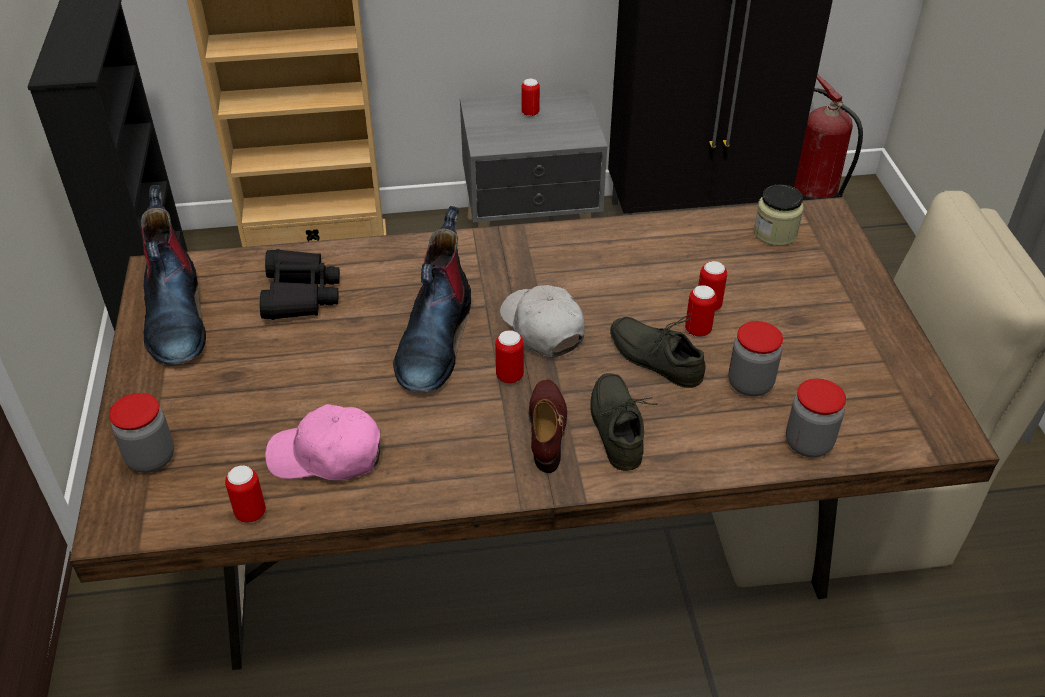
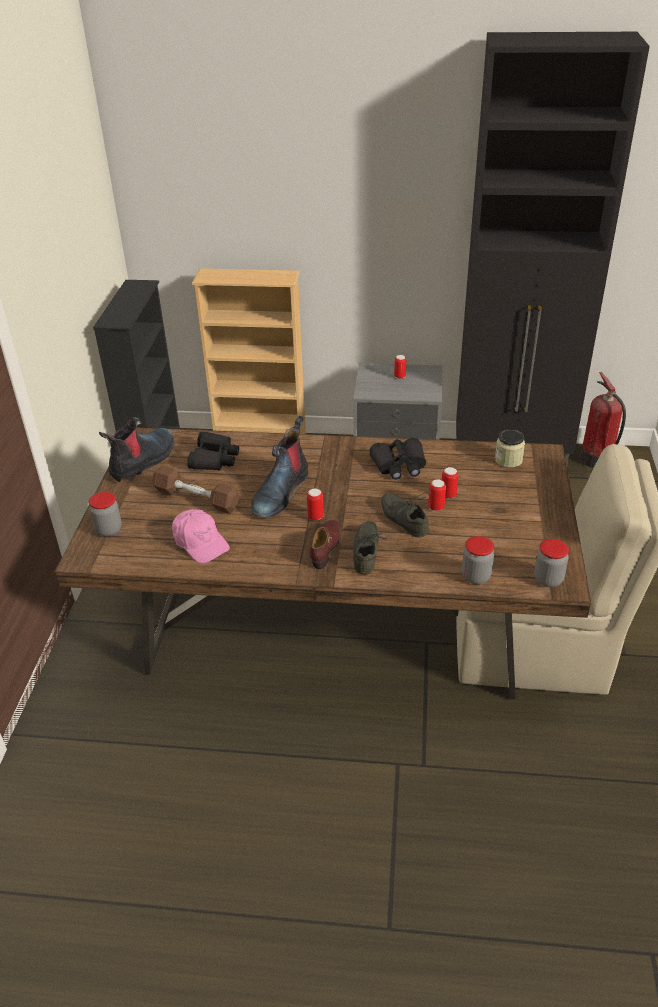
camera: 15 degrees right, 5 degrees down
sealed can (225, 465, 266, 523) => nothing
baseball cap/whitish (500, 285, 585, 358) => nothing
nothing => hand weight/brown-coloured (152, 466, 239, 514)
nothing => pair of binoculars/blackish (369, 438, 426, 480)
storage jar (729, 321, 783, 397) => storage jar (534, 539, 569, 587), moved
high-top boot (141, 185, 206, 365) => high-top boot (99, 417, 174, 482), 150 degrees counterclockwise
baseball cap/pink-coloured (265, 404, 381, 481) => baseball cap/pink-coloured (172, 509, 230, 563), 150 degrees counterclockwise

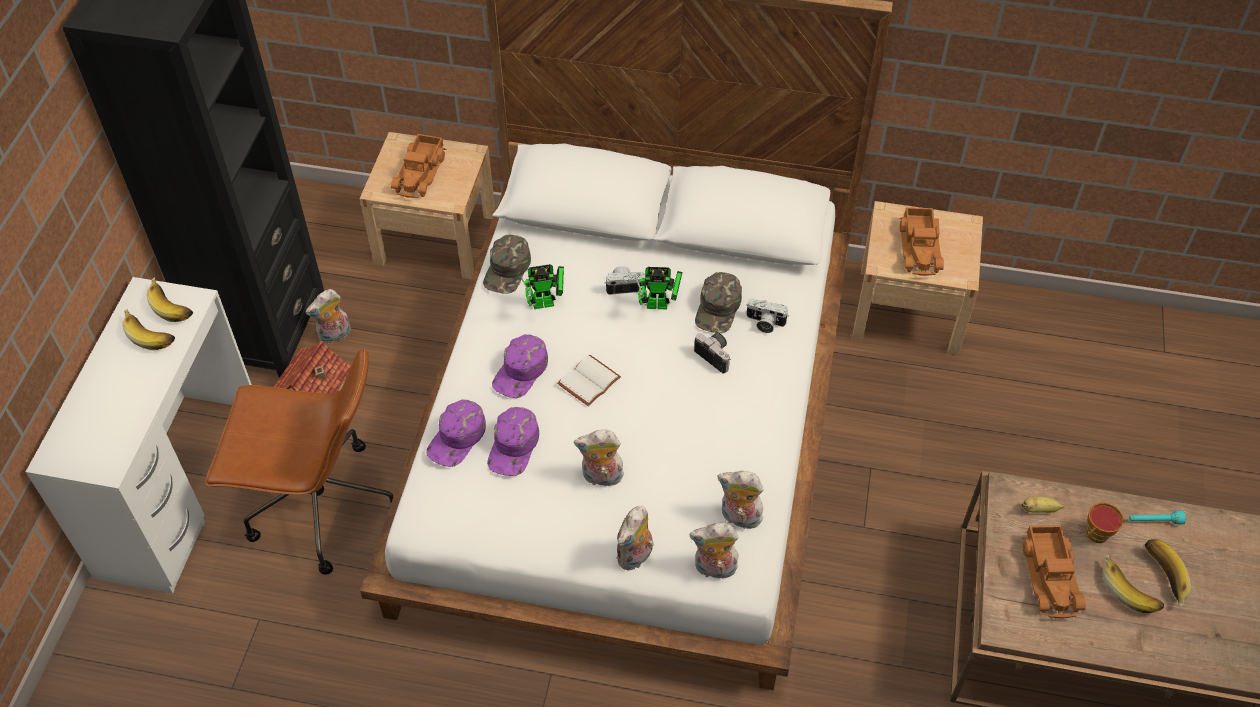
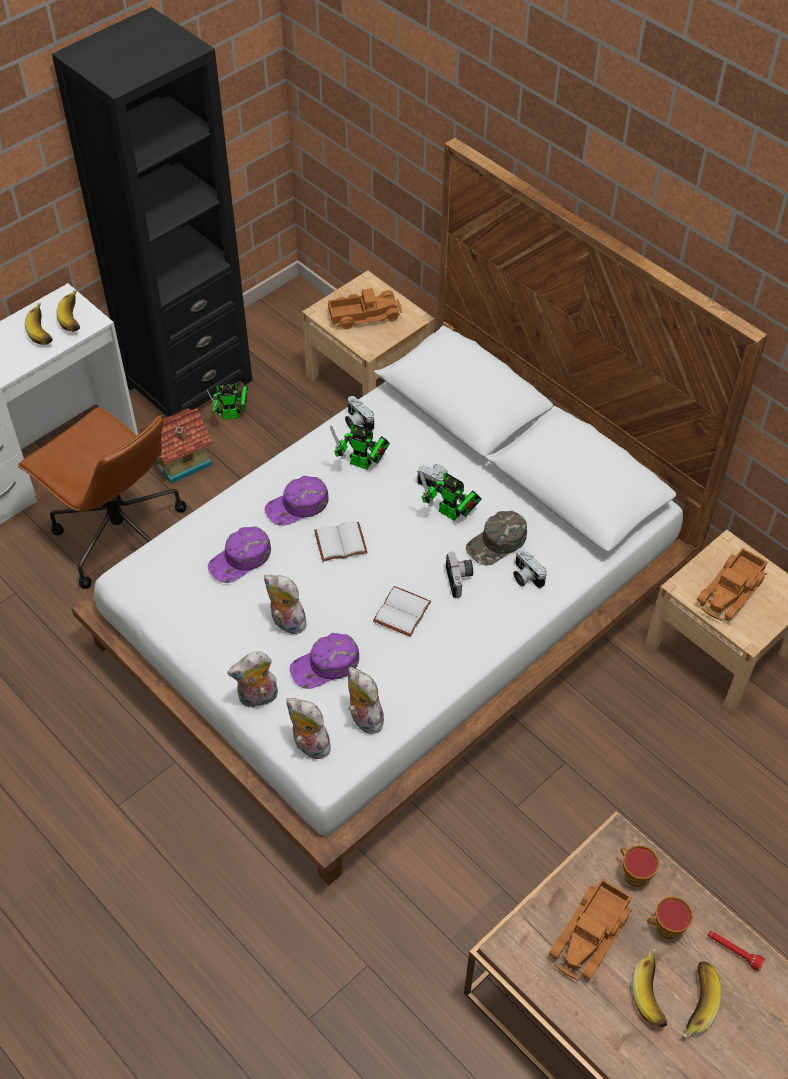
camera: 35 degrees right, 0 degrees up
nothing => volume/whitish (373, 586, 431, 637)
baseball cap/purple (426, 399, 486, 467) => baseball cap/purple (290, 633, 359, 689), moved
plush toy (305, 289, 351, 344) => model robot (207, 382, 248, 420)
baseball cap/greenish (483, 234, 531, 294) => photo camera (345, 396, 374, 431)
banana (1022, 496, 1064, 513) => cup (621, 845, 659, 887)
hand torch/turquoise-coloured (1129, 511, 1186, 525) => hand torch/red-coloured (708, 931, 766, 972)
toy lorry (391, 134, 446, 198) => toy lorry (328, 288, 402, 329), 150 degrees counterclockwise

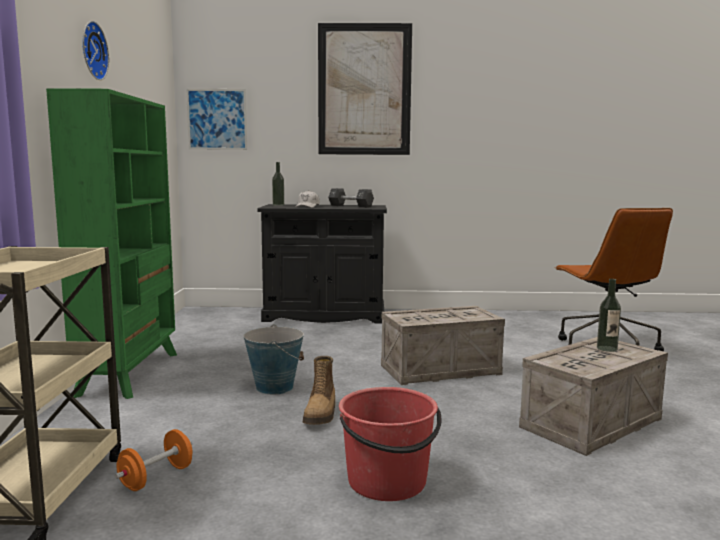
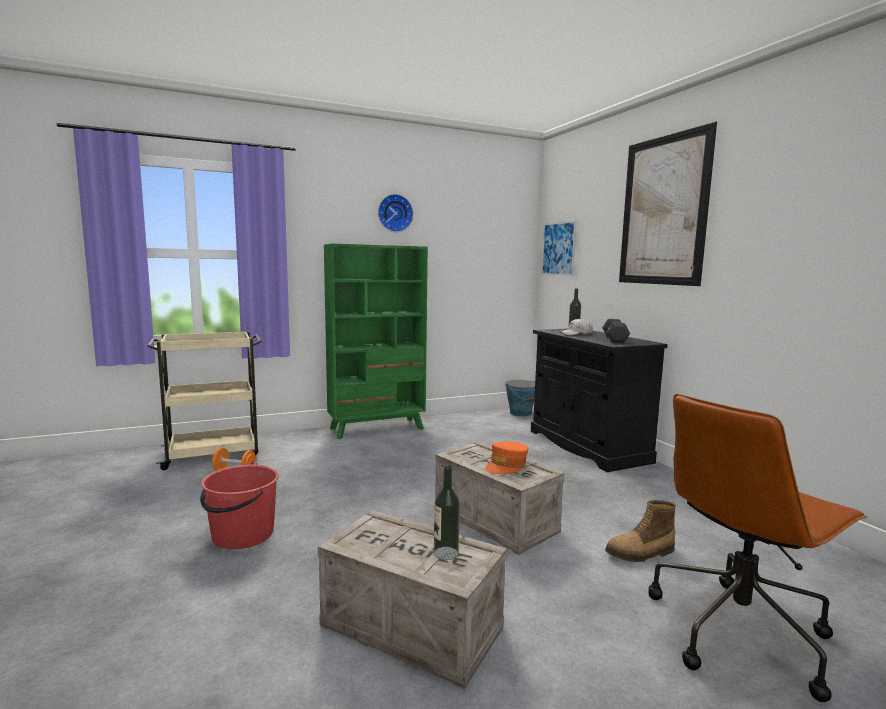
camera: 65 degrees right, 0 degrees up
nothing => baseball cap/orangey (485, 442, 528, 474)
bucket (244, 324, 304, 395) => bucket (505, 380, 535, 417), moved
high-top boot (303, 356, 335, 425) => high-top boot (605, 500, 676, 562), moved

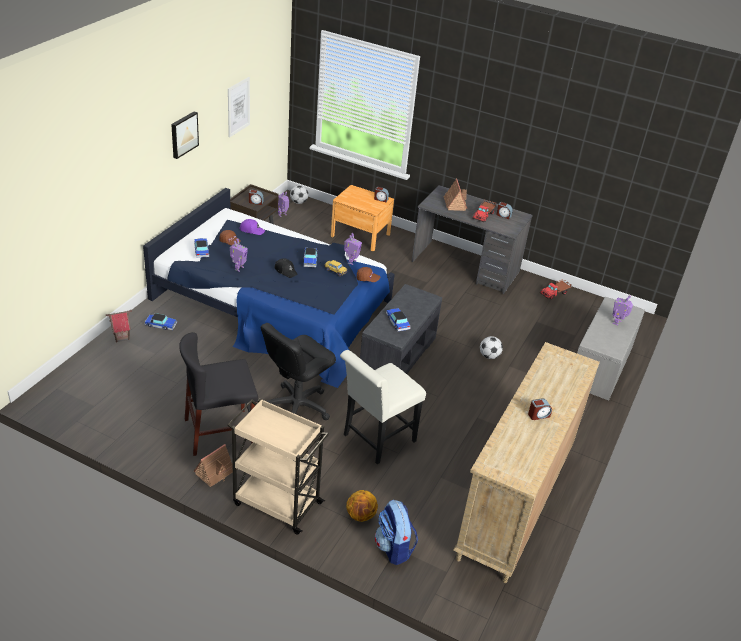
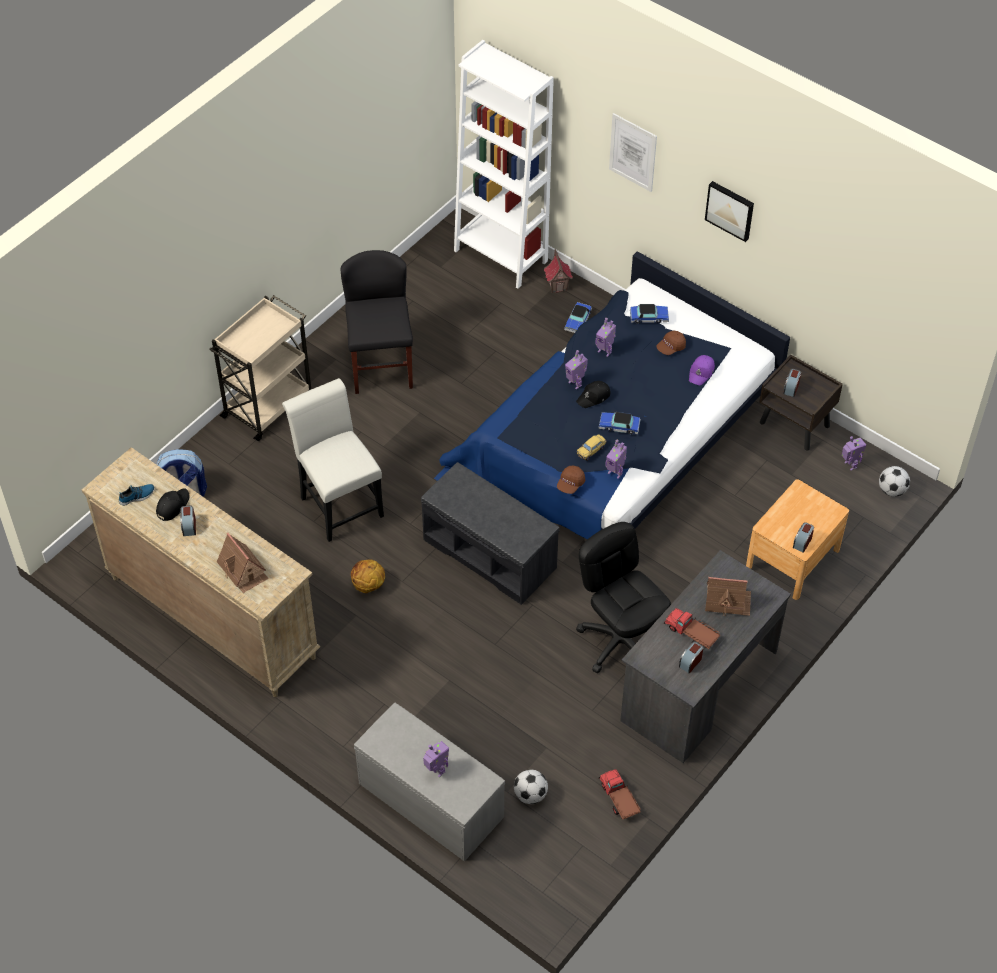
camera: 105 degrees right, 15 degrees up
toy car (386, 308, 411, 331) => nothing
nothing => shoe (119, 484, 155, 506)
nothing => baseball cap/blackish (156, 488, 190, 521)
nothing => bookcase/whitish (454, 40, 554, 289)
nothing => model robot (565, 350, 588, 389)
model house (193, 444, 233, 487) => model house (217, 533, 269, 593), moved
wall picture (228, 77, 250, 137) => wall picture (609, 113, 657, 192), moved
office chair/blackish (261, 323, 336, 420) => office chair/blackish (576, 522, 671, 673), moved
ball for basketball (346, 490, 378, 522) => ball for basketball (351, 560, 385, 593), moved
football (480, 336, 503, 359) => football (514, 769, 548, 804), moved

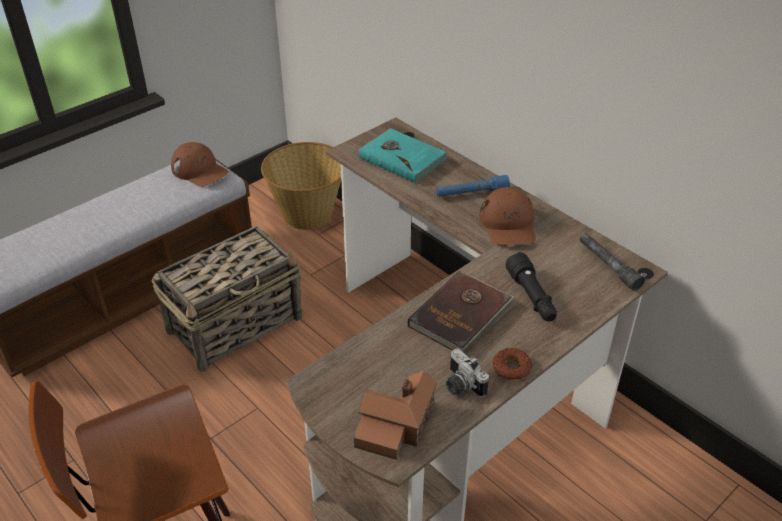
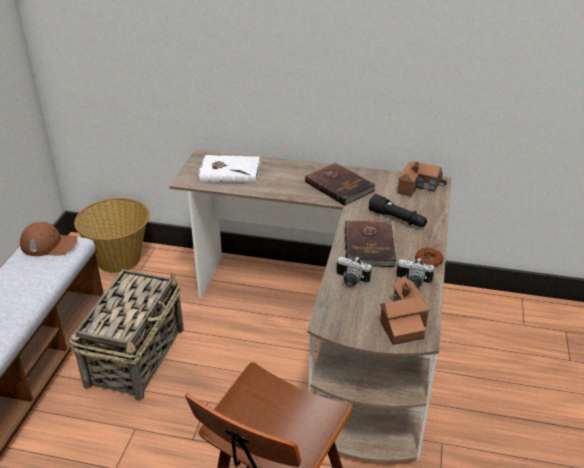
camera: 35 degrees left, 5 degrees down
hand torch/bluish (436, 175, 510, 197) => nothing
nothing => photo camera (336, 257, 372, 287)
baseball cap/brown-coloured (479, 187, 536, 246) => volume/brown-coloured (305, 162, 376, 206)
hand torch/gray (580, 233, 645, 291) => model house (398, 161, 443, 197)
volume/turquoise-coloured (359, 128, 448, 183) => volume/whitish (198, 155, 261, 183)

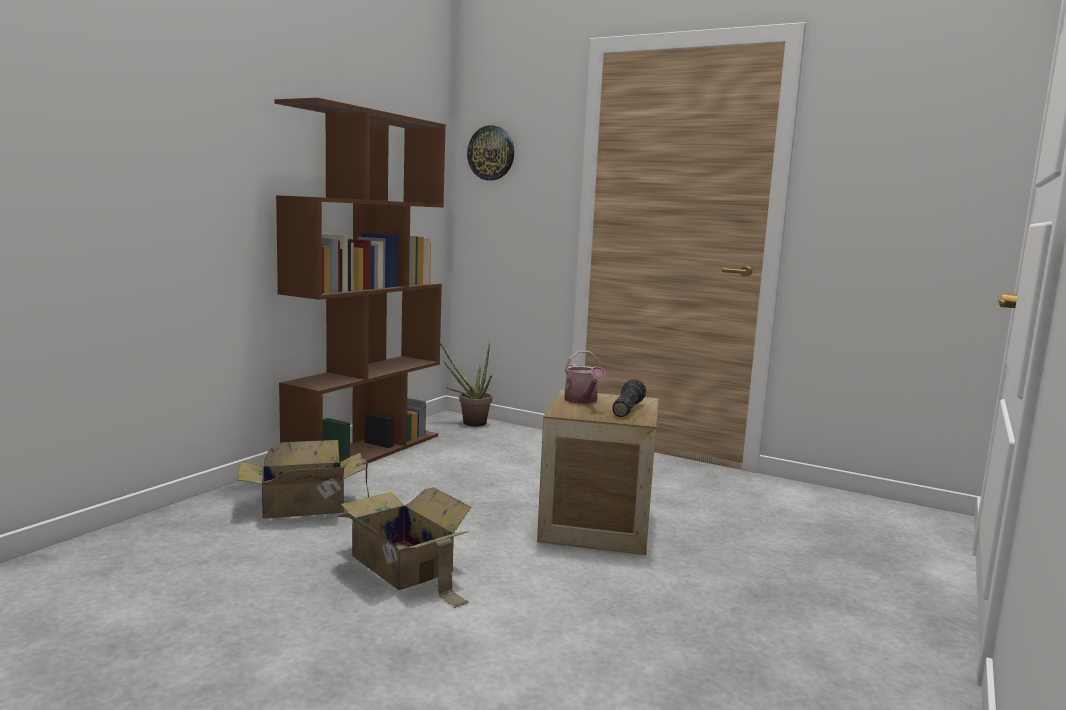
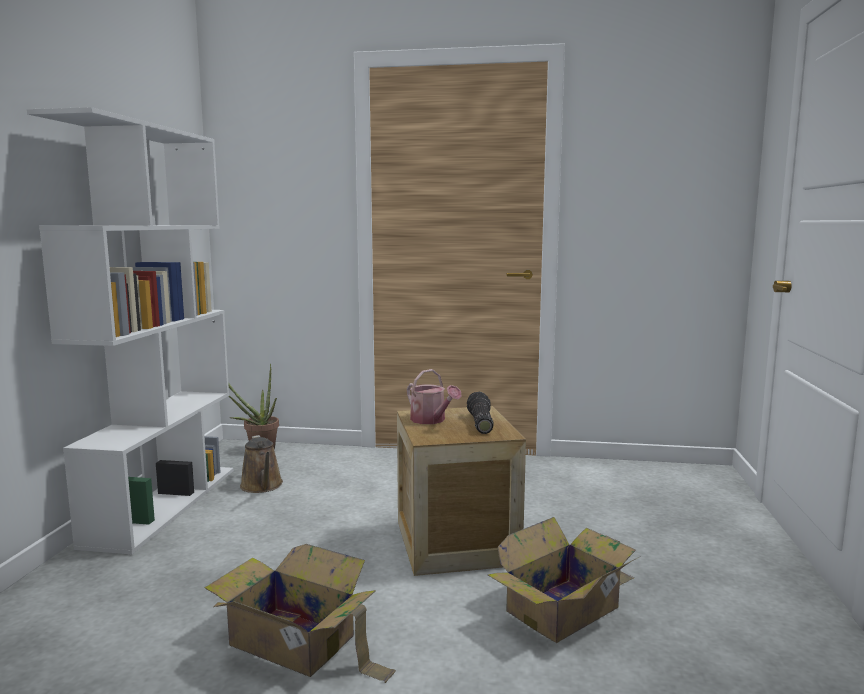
camera: 20 degrees left, 0 degrees up
hanging clock (467, 125, 514, 181) => nothing
nothing => watering can/brown-coloured (240, 435, 283, 493)
packing box (237, 440, 369, 519) => packing box (488, 517, 641, 643), moved
bookcase/brown-coloured (275, 98, 446, 465) => bookcase/whitish (27, 107, 234, 555)

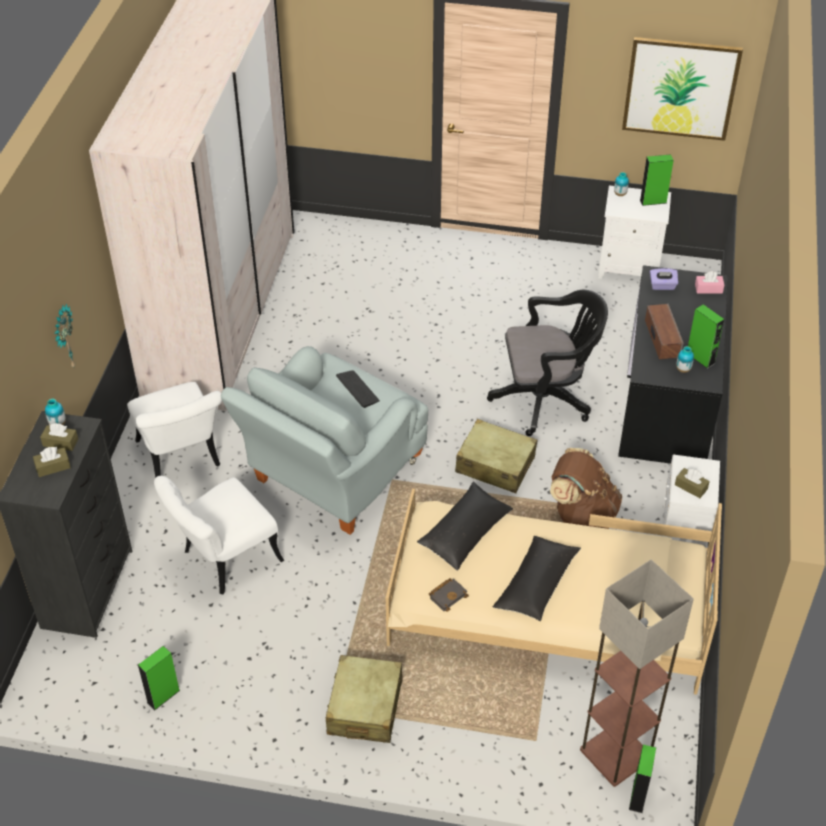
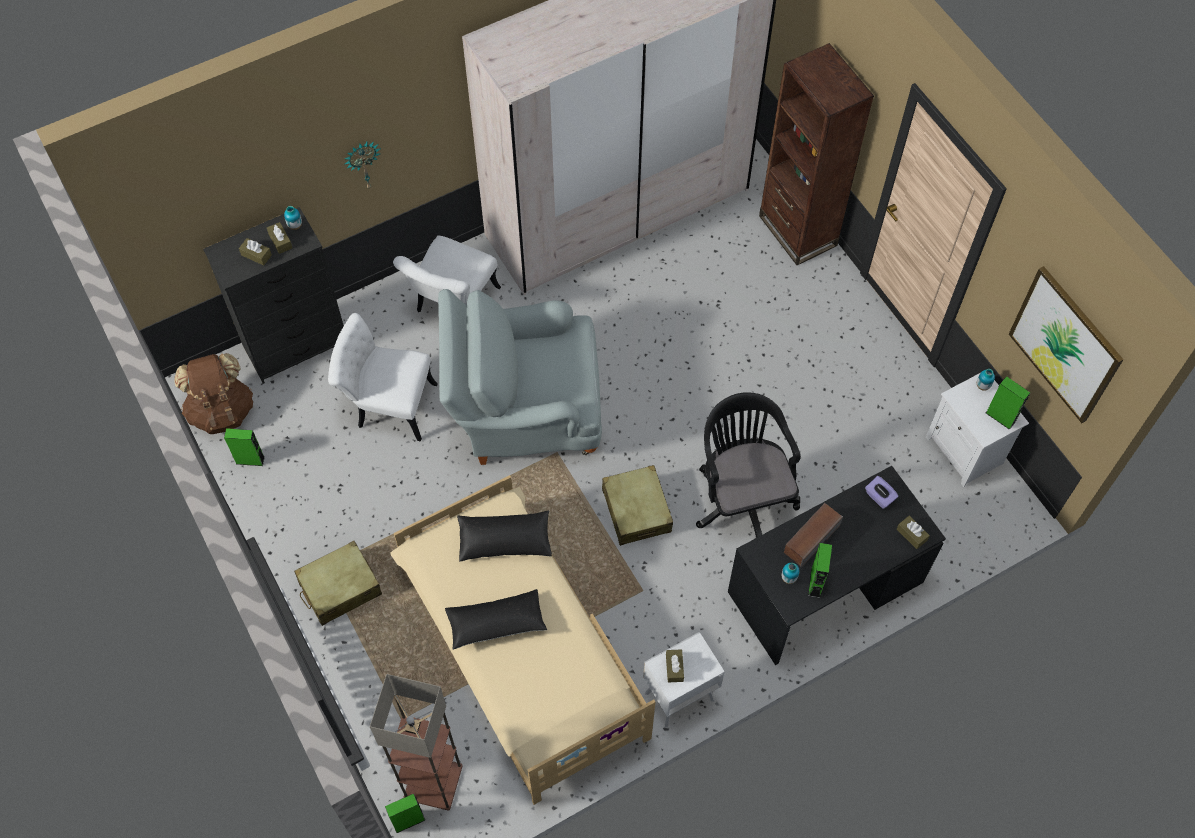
camera: 50 degrees right, 15 degrees up
computer keyboard (336, 370, 380, 408) => nothing
volume/blackish (429, 578, 469, 612) => nothing
nothing => bookcase/brown-coloured (759, 43, 874, 265)
backpack/brown-coloured (550, 448, 622, 529) => backpack/brown-coloured (174, 353, 253, 434), moved
tissue holder/pink-coloured (695, 271, 724, 294) => tissue holder/brown-coloured (897, 516, 930, 549)
office chair/blackish (487, 290, 608, 436) => office chair/blackish (696, 392, 801, 538), 150 degrees counterclockwise

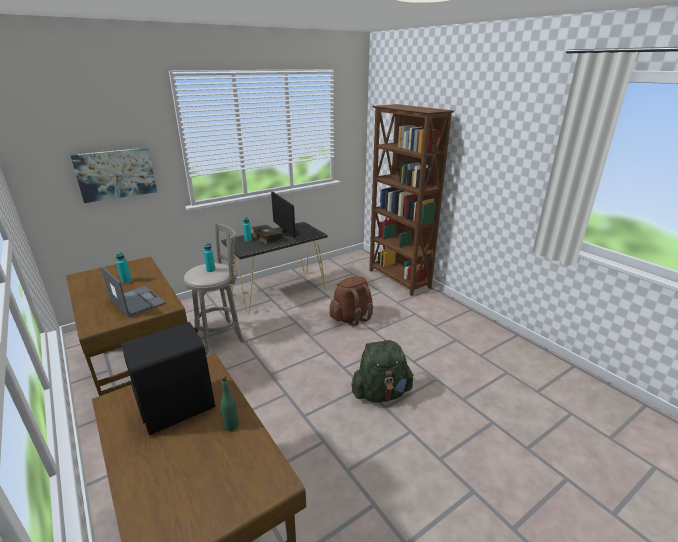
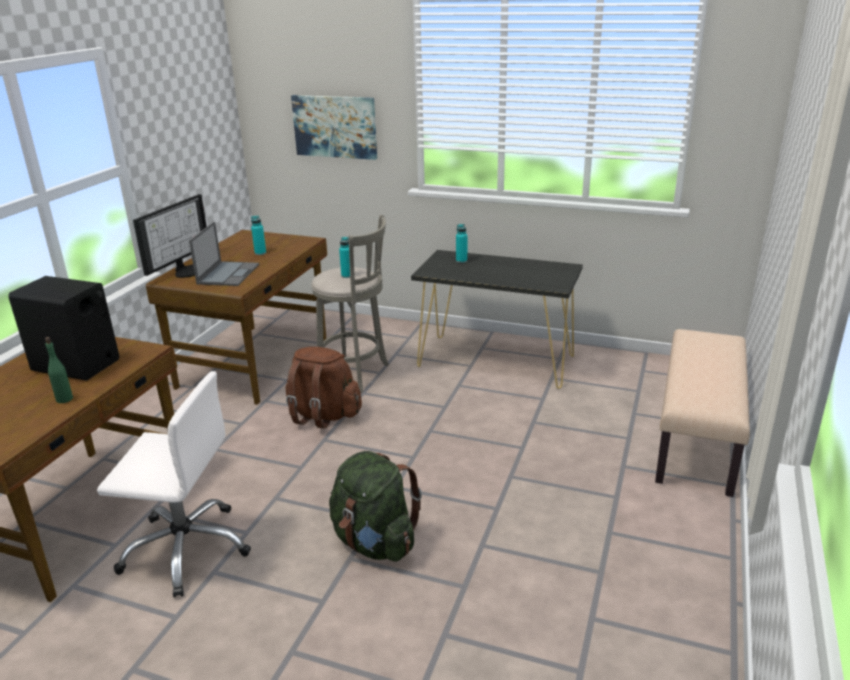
camera: 55 degrees right, 0 degrees up
volume (252, 225, 283, 244) => nothing
nothing => office chair/whitish (97, 371, 251, 598)
computer display (271, 192, 300, 238) => computer display (133, 194, 207, 278), moved
backpack/brown-coloured (329, 276, 373, 327) => backpack/brown-coloured (286, 347, 362, 429), moved
bookcase/brown-coloured (369, 104, 454, 296) => indoor bench/beige (655, 329, 750, 497)

